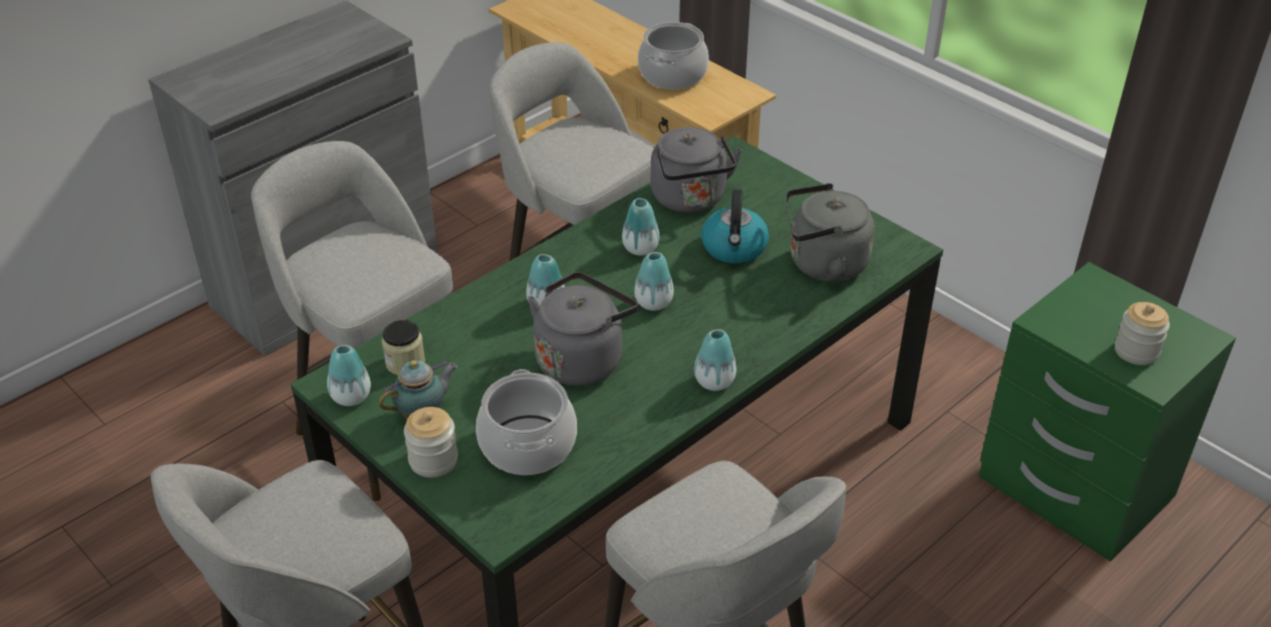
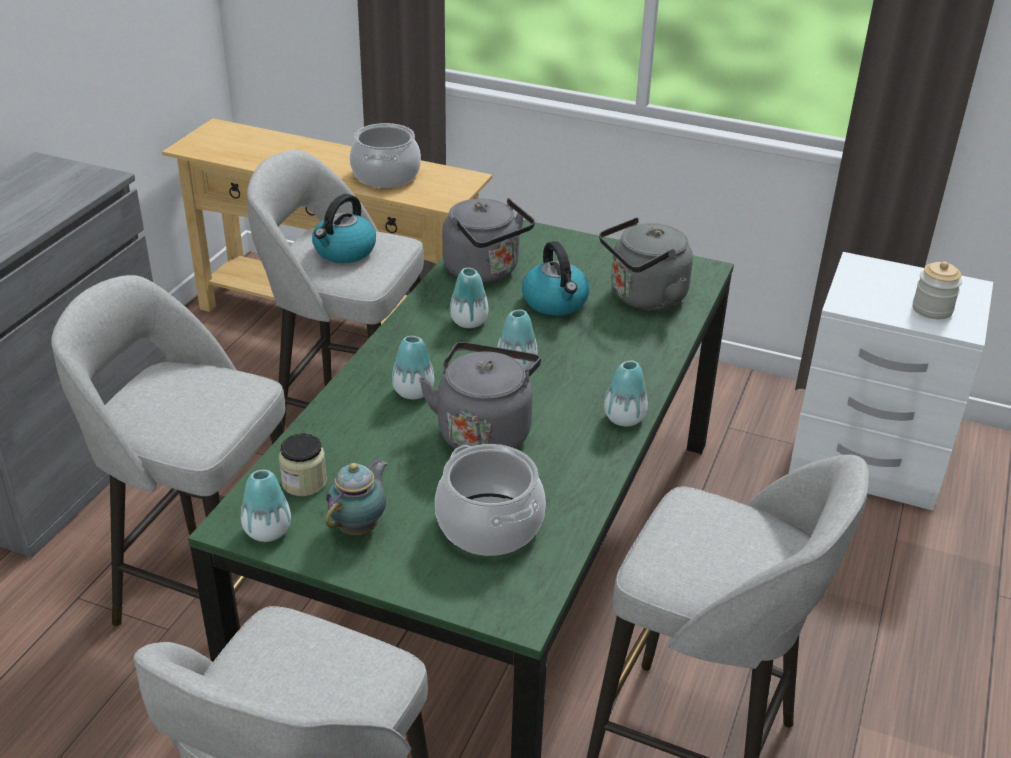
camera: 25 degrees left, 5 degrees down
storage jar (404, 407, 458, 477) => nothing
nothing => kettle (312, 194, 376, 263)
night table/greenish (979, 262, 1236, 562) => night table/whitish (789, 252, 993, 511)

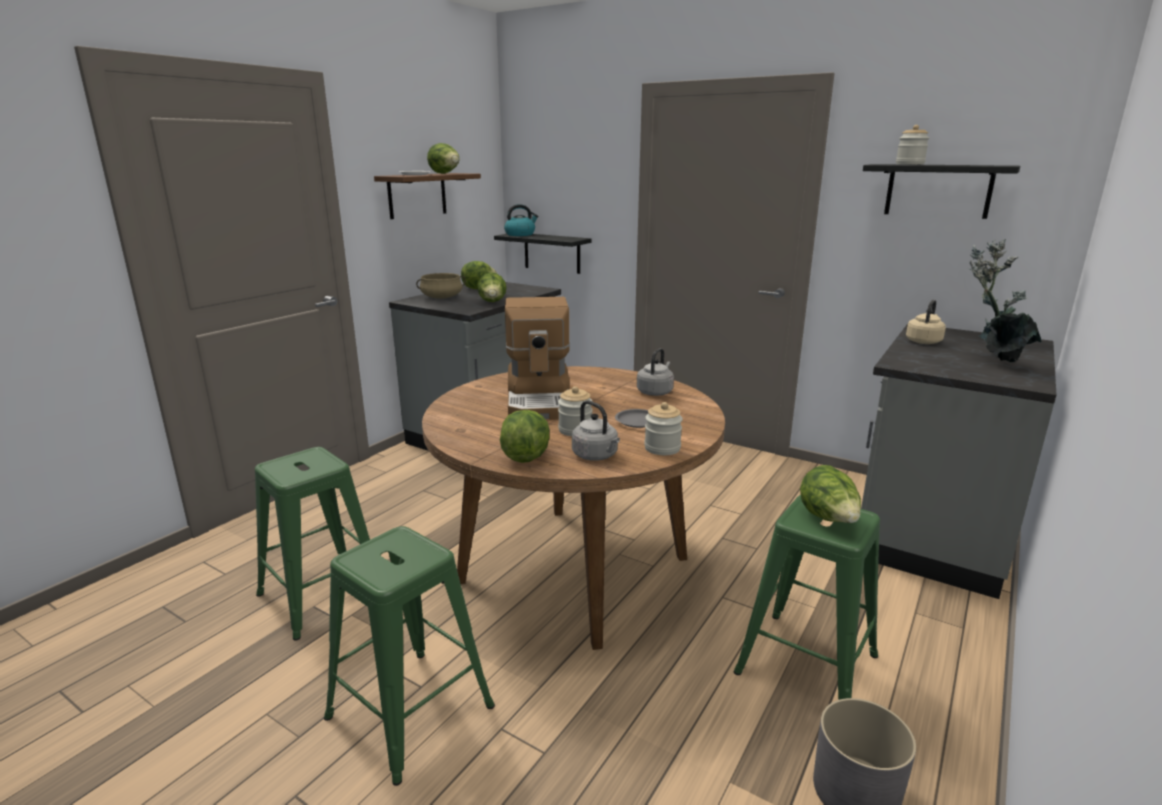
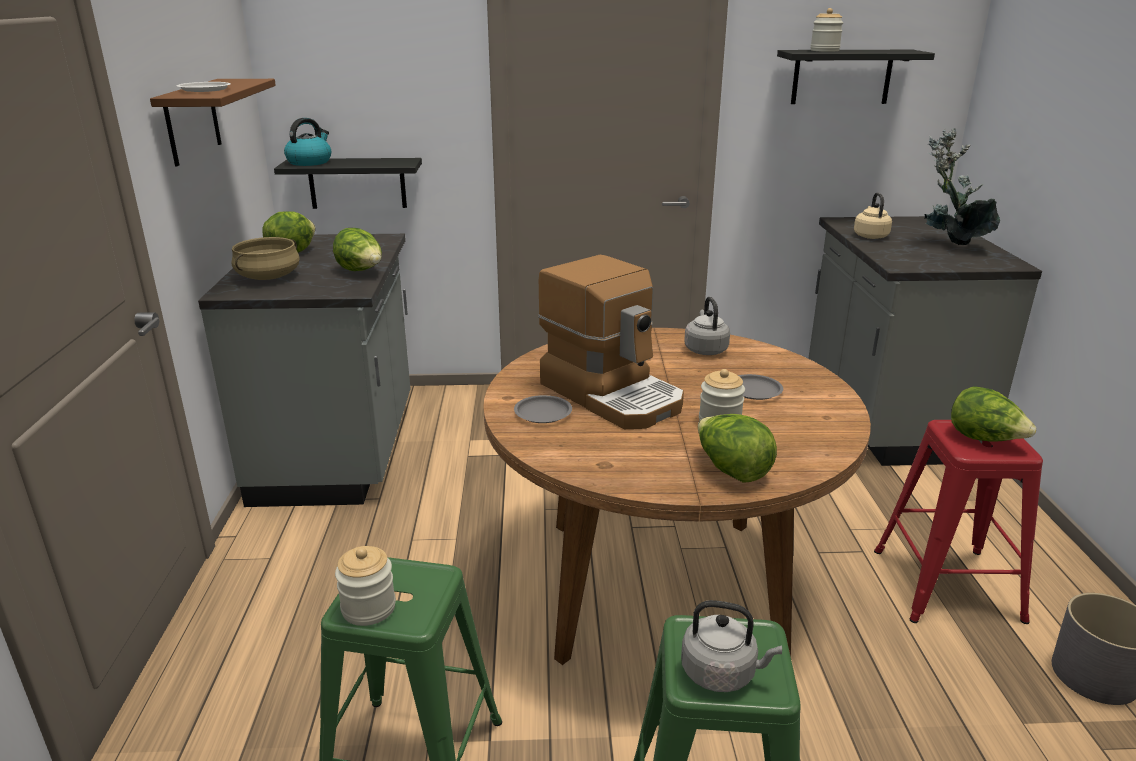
camera: 35 degrees left, 5 degrees up
lettuce head (427, 143, 460, 174) => nothing
nothing => flat dish/gray (514, 395, 572, 423)
kettle/gray (572, 400, 620, 461) => kettle/gray (681, 600, 782, 692), moved
storage jar (644, 402, 683, 455) => storage jar (335, 546, 396, 626), moved
stool/greenish (734, 495, 880, 700) => stool/red-coloured (874, 420, 1043, 624)

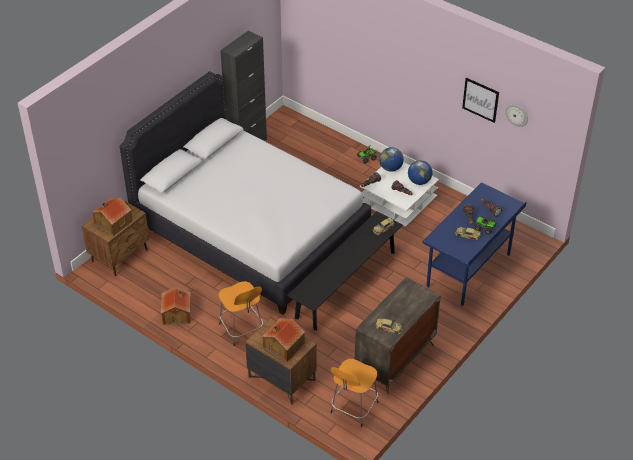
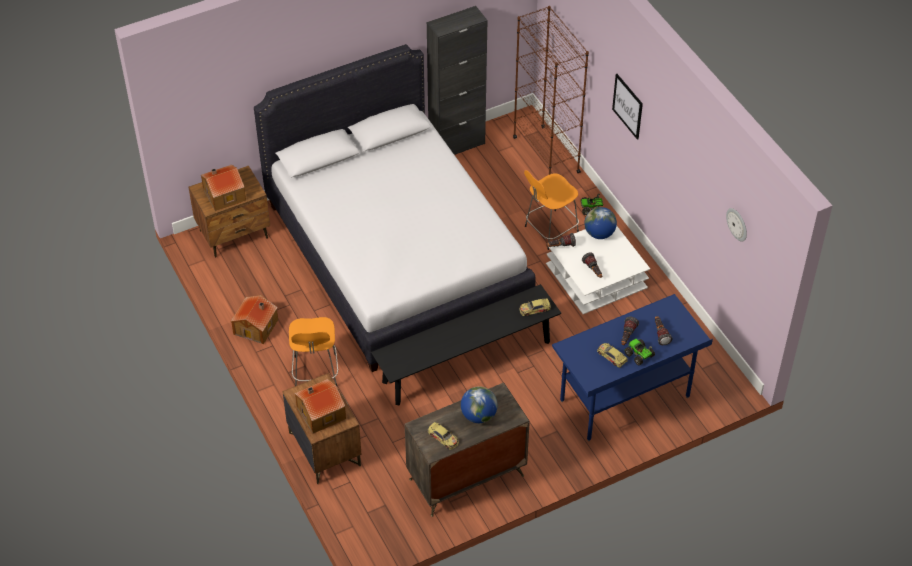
camera: 25 degrees right, 5 degrees up
nothing => bookcase/brown-coloured (513, 6, 589, 175)
stool/orangey (331, 359, 378, 427) => stool/orangey (524, 170, 579, 250), moved
world globe (408, 160, 432, 185) => world globe (461, 386, 498, 423), moved
wall picture (462, 78, 499, 123) => wall picture (612, 74, 643, 140), moved

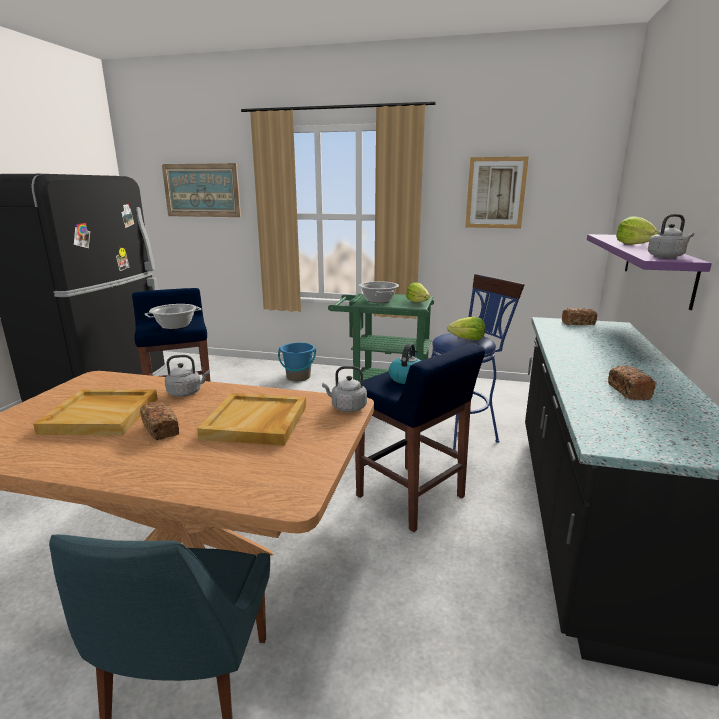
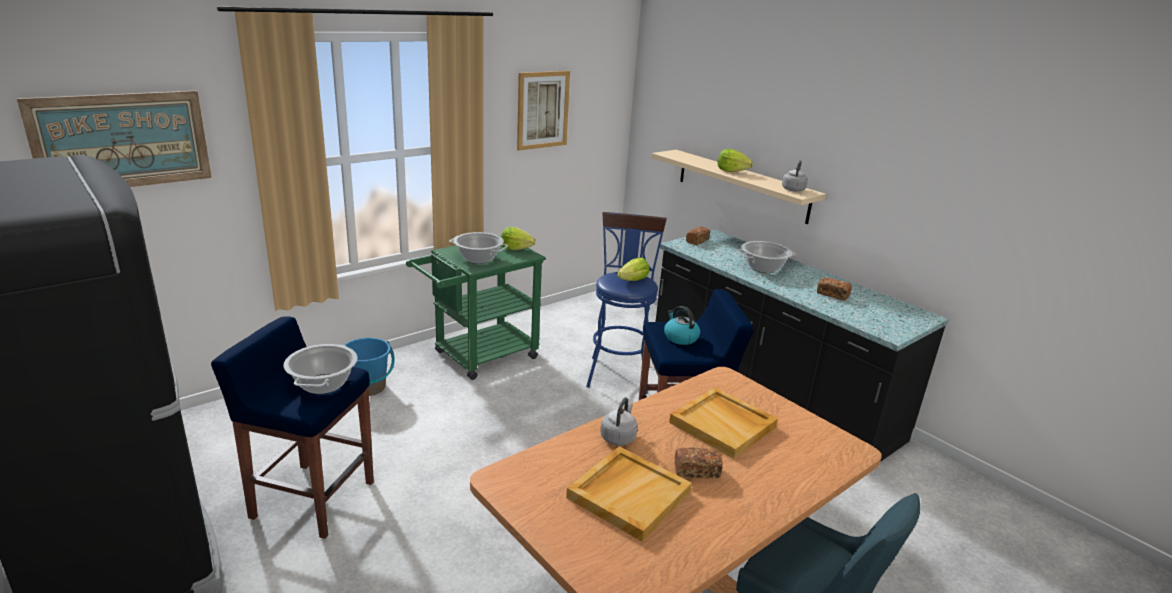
camera: 55 degrees left, 5 degrees up
kettle/gray (322, 366, 367, 412) => nothing
nothing => saucepot (737, 241, 796, 273)
bracket shelf/purple (587, 234, 712, 310) => bracket shelf/beige (651, 150, 826, 224)

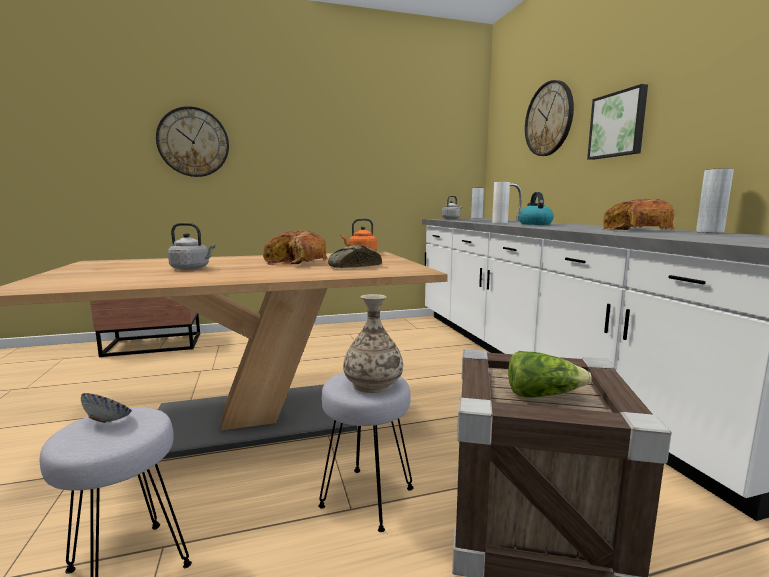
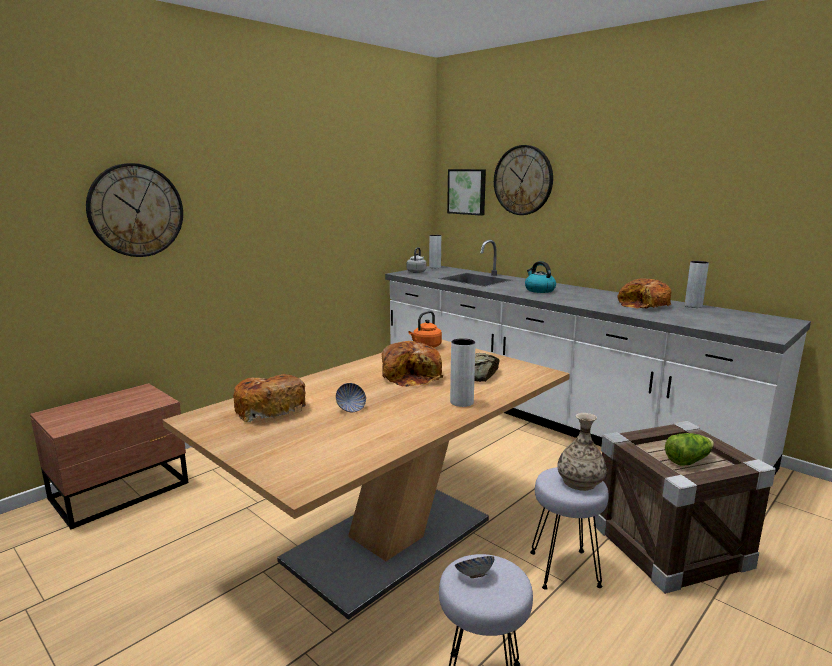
camera: 30 degrees left, 5 degrees up
nothing => bakery bread (233, 374, 306, 422)
decorative vase/whitish (492, 181, 510, 224) => decorative vase/whitish (450, 338, 476, 407), moved
wall picture (587, 84, 648, 160) => wall picture (447, 169, 486, 216), moved
kettle/gray (168, 223, 216, 270) => serving bowl (336, 383, 366, 412)

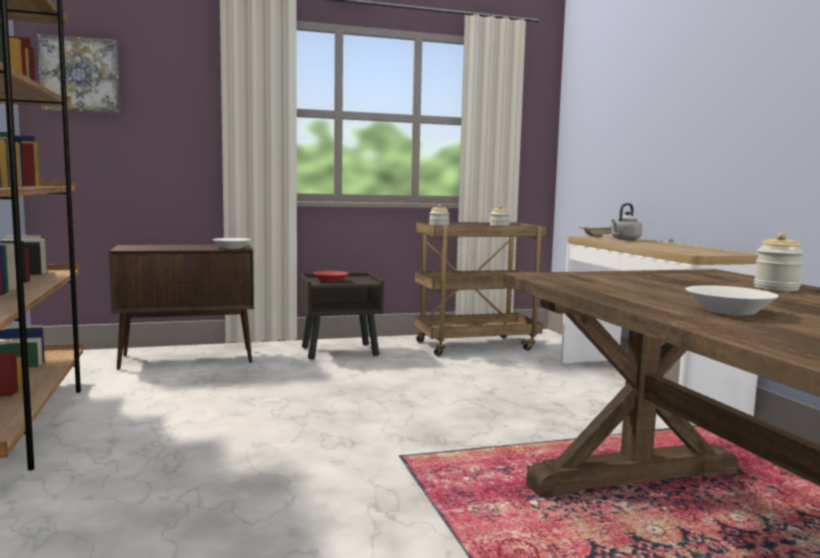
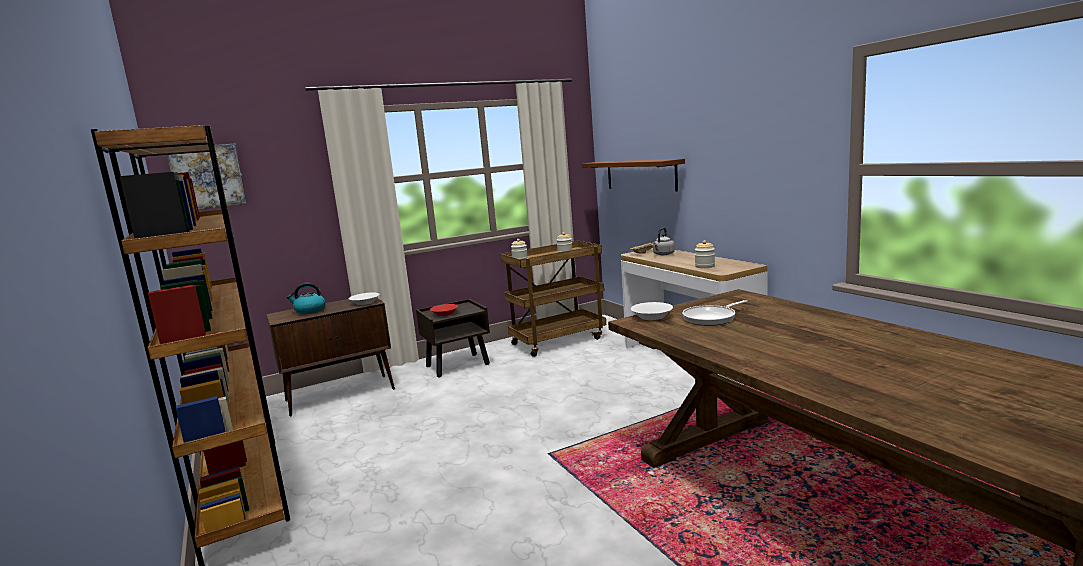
camera: 10 degrees left, 5 degrees up
nothing => kettle (287, 283, 325, 314)
nothing => bracket shelf/brown-coloured (582, 159, 685, 191)
nothing => frying pan (682, 300, 748, 326)
serving bowl/whitish (685, 285, 779, 315) => serving bowl/whitish (631, 302, 673, 320), moved
storage jar (754, 233, 804, 291) => storage jar (694, 240, 715, 268), moved

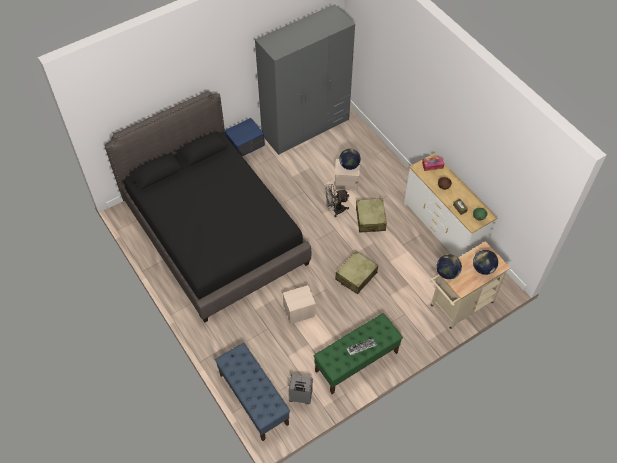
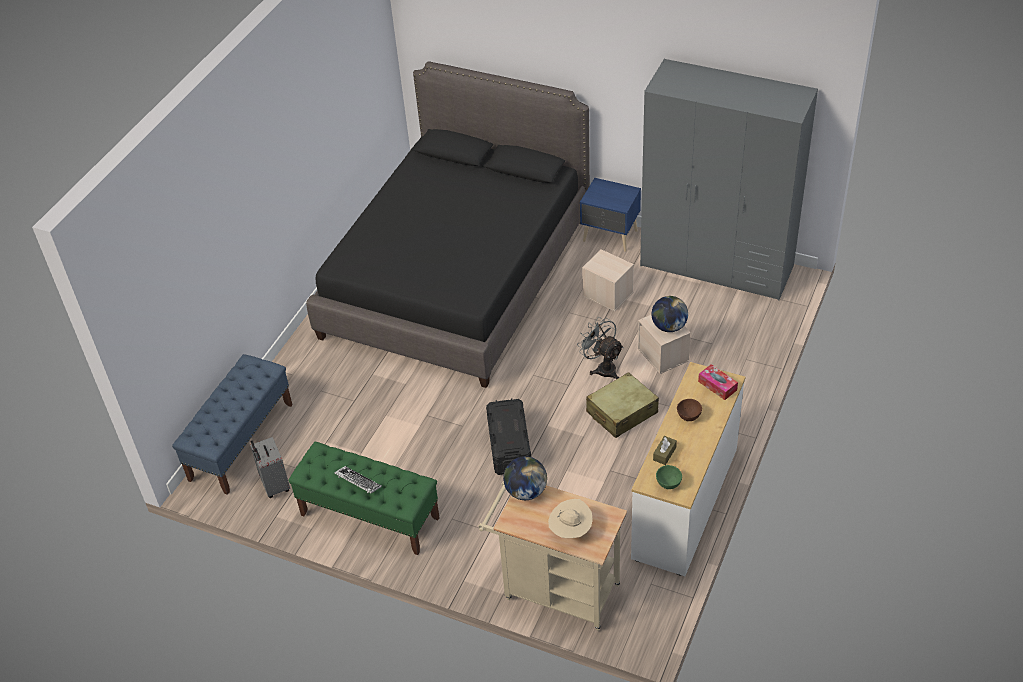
camera: 60 degrees right, 10 degrees down
storage box/beige (283, 285, 316, 324) => storage box/beige (582, 249, 634, 311), moved
suitcase/beige (335, 251, 378, 294) => storage box/blackish (486, 398, 531, 475)
world globe (473, 250, 498, 275) => clothing hat/beige (548, 499, 593, 538)

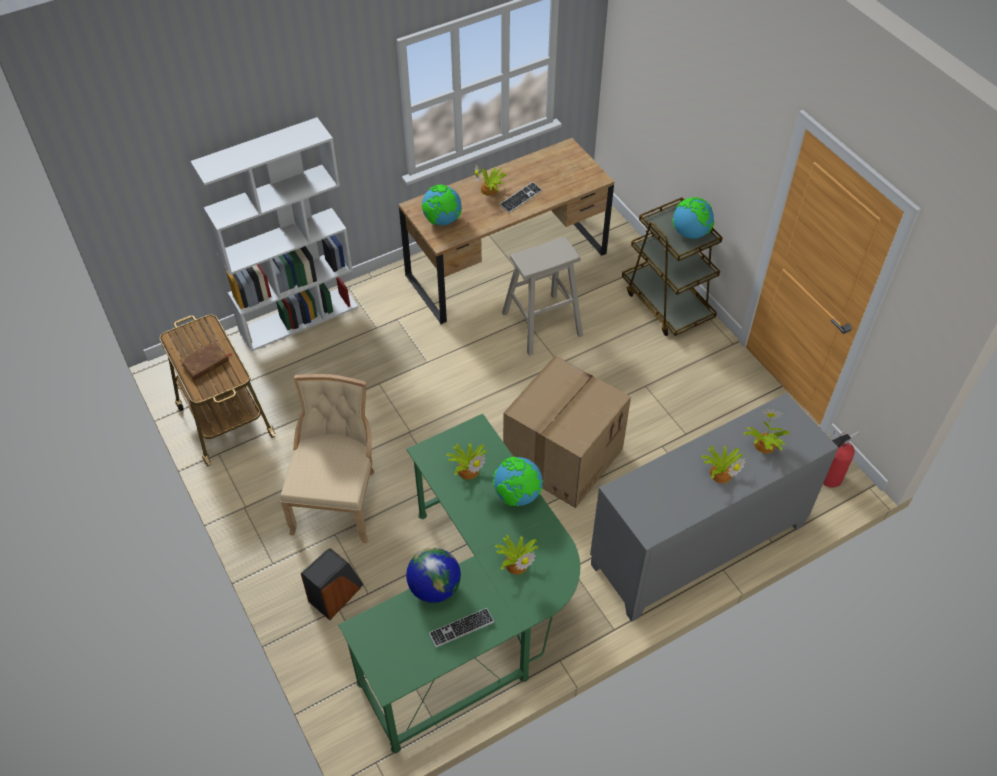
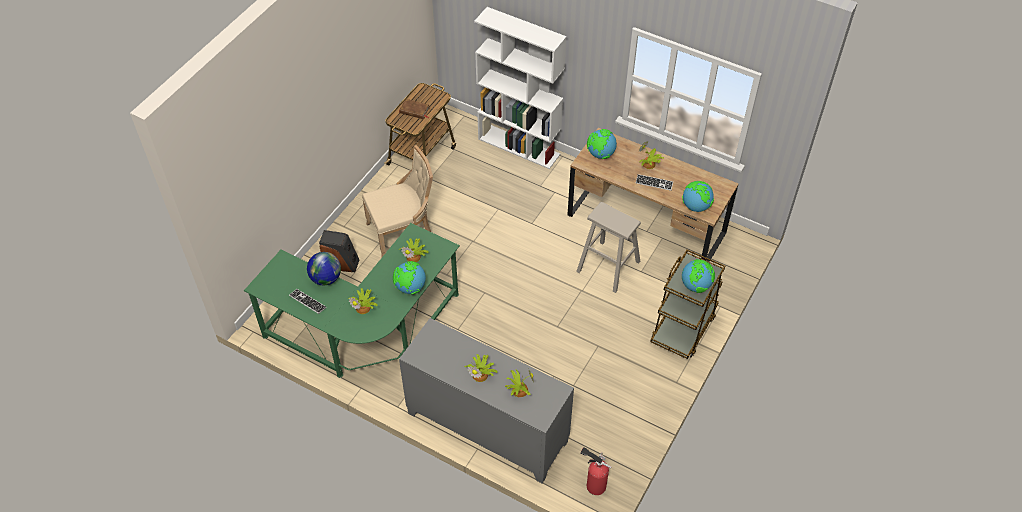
camera: 60 degrees right, 0 degrees up
packing box (503, 355, 631, 508) => nothing
nothing => world globe (682, 181, 714, 212)

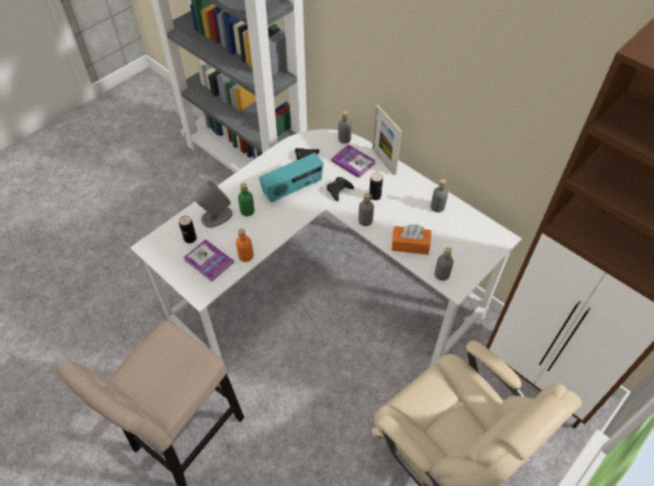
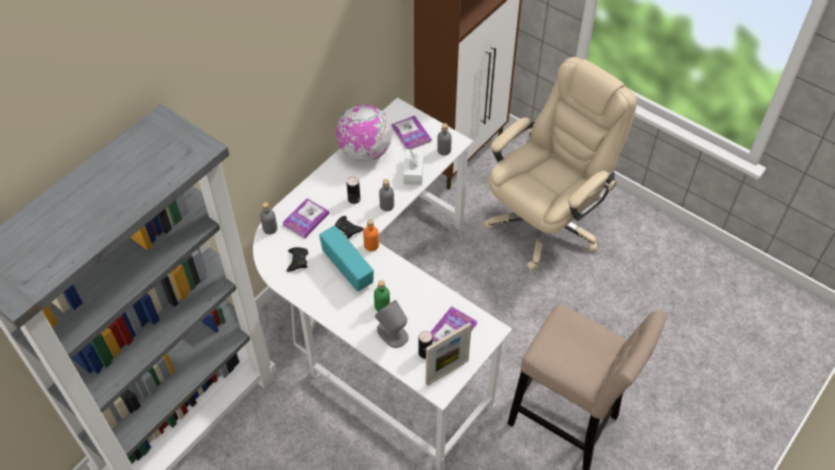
camera: 95 degrees left, 0 degrees up
nothing => volume (391, 116, 432, 149)
beverage bottle/orangey (236, 229, 254, 262) => beverage bottle/orangey (363, 219, 379, 251), moved
standing frame (372, 105, 402, 175) => standing frame (426, 322, 471, 386), moved
beverage bottle/gray (431, 179, 448, 212) => world globe (336, 104, 393, 161)
tissue holder/orangey (392, 224, 431, 255) => tissue holder/whitish (403, 149, 424, 185)

